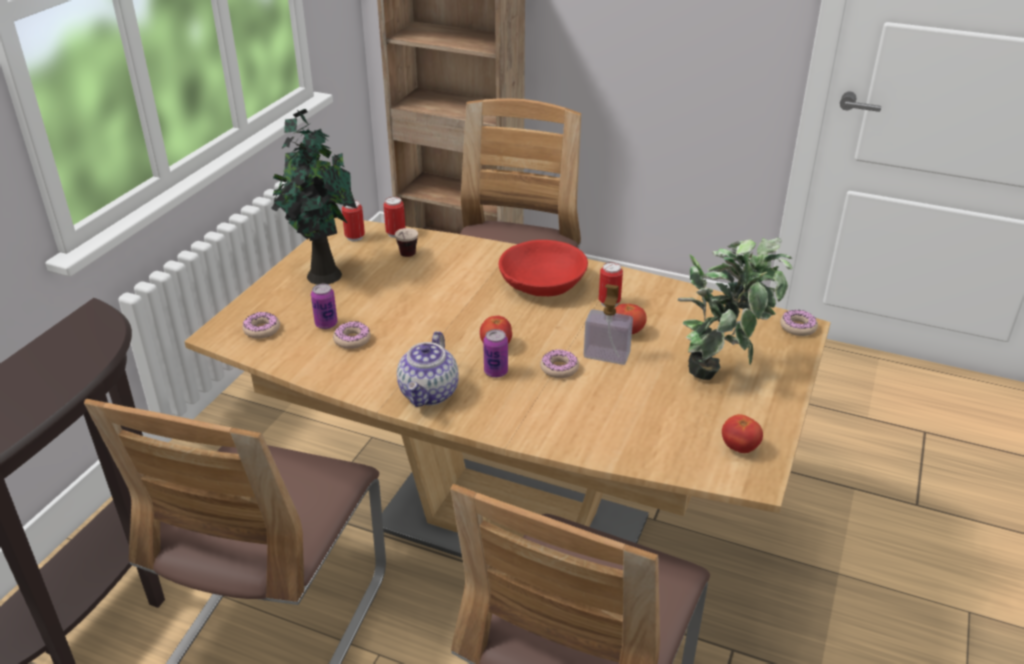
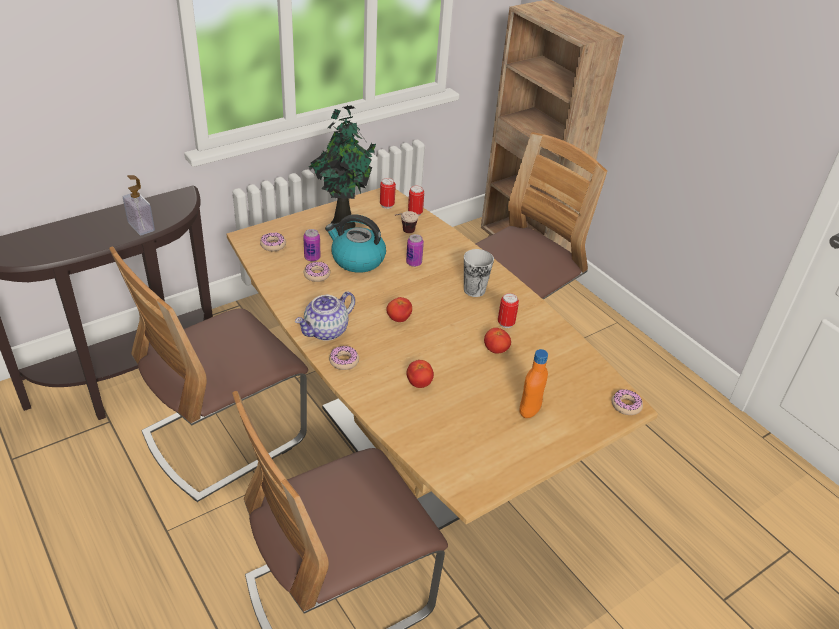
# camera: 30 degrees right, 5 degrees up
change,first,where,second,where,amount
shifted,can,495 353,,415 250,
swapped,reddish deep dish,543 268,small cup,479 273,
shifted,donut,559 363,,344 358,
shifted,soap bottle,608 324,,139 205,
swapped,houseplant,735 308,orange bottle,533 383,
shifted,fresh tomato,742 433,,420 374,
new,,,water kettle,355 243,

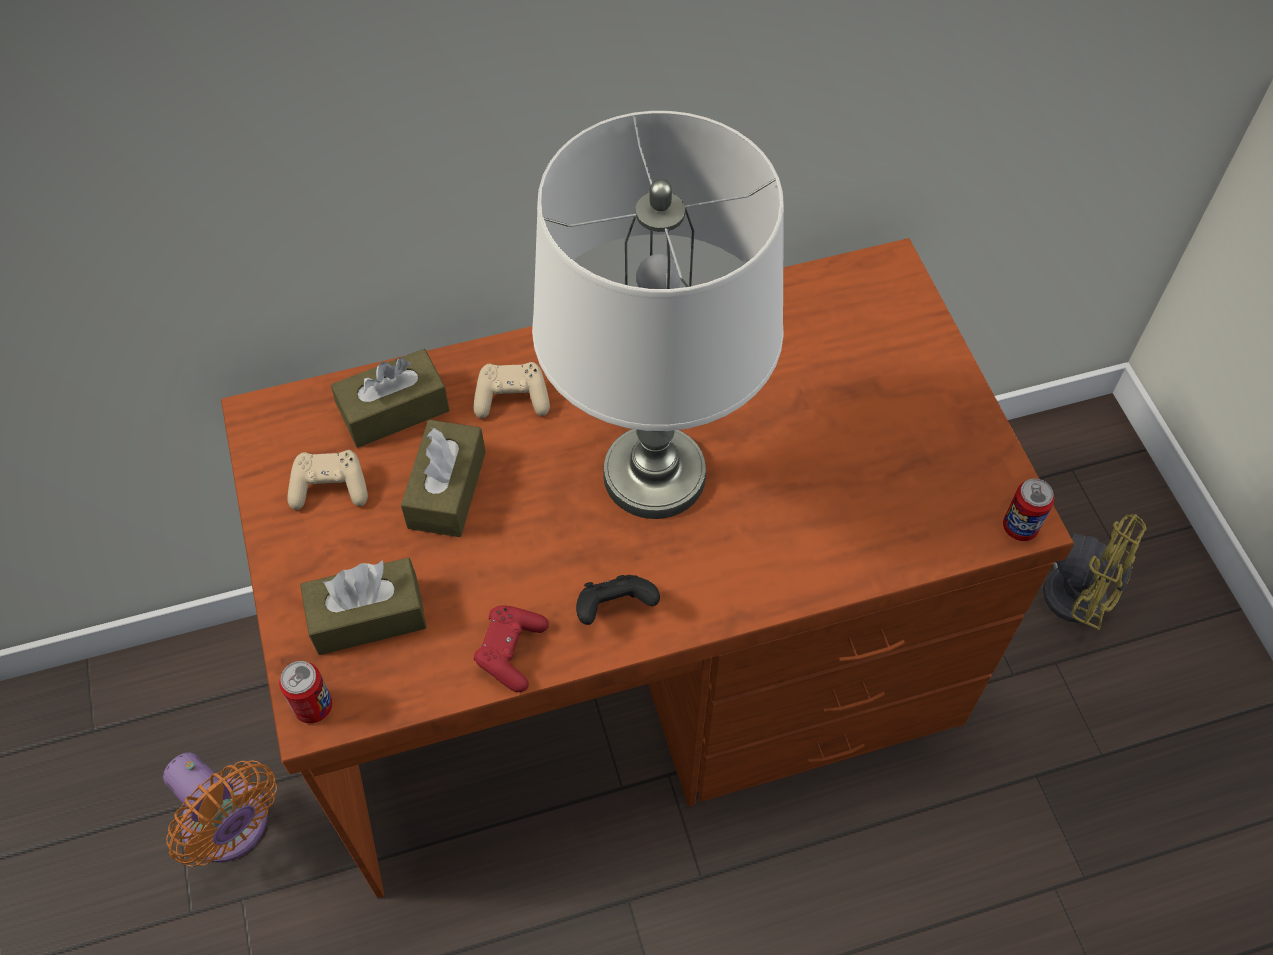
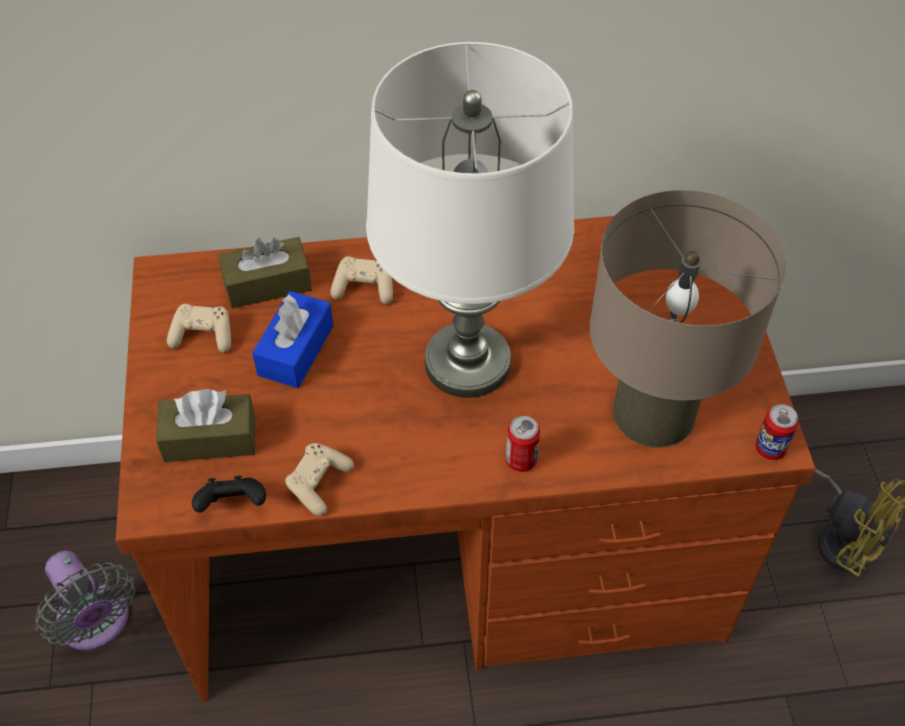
# camera: 10 degrees right, 5 degrees down
change,first,where,second,where,amount
repainted,orange electric fan,220 809,greyish electric fan,85 601,
shifted,can,306 692,,523 444,
repainted,brown box of tissues,443 478,blue box of tissues,292 339,
repainted,reddish joypad,511 649,beige joypad,319 479,
shifted,blackish joypad,618 600,,229 494,
new,,,beige lamp for a table,688 319,

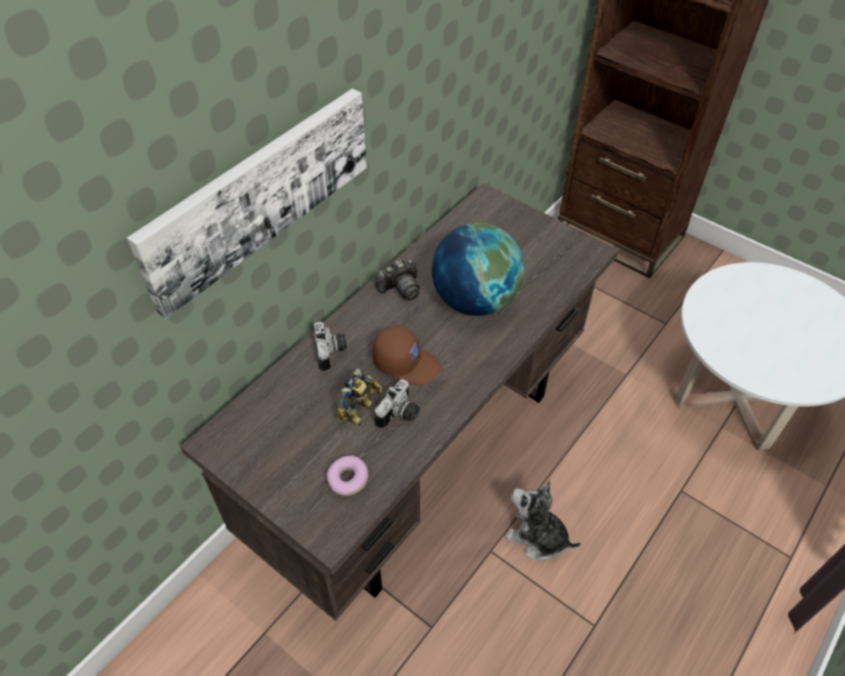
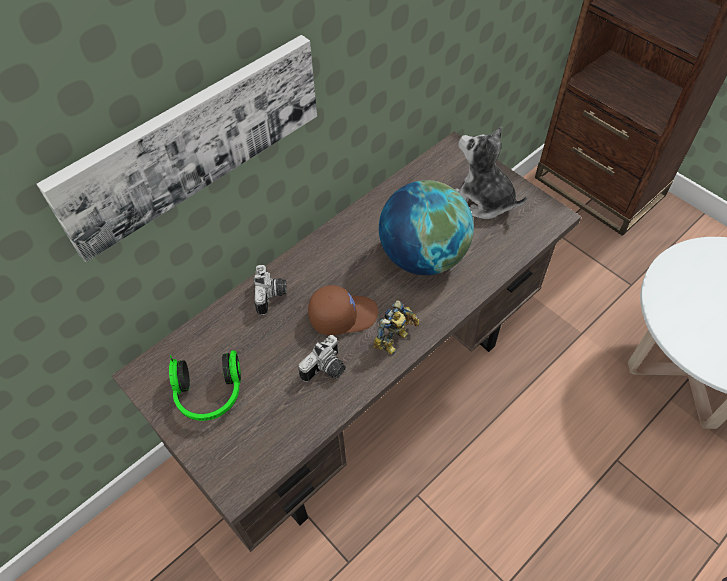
# camera: 10 degrees right, 5 degrees up
change,first,where,second,where,amount
gone,donut,347 476,,,
shifted,robot figure,359 397,,396 327,
rotated,brown baseball cap,407 355,,343 310,45 degrees counterclockwise
gone,still camera,397 280,,,
shifted,plush toy,543 520,,491 172,
new,,,headset,205 385,

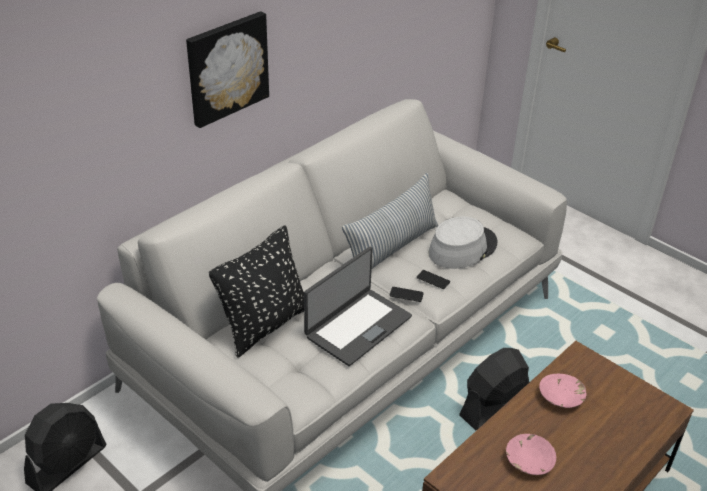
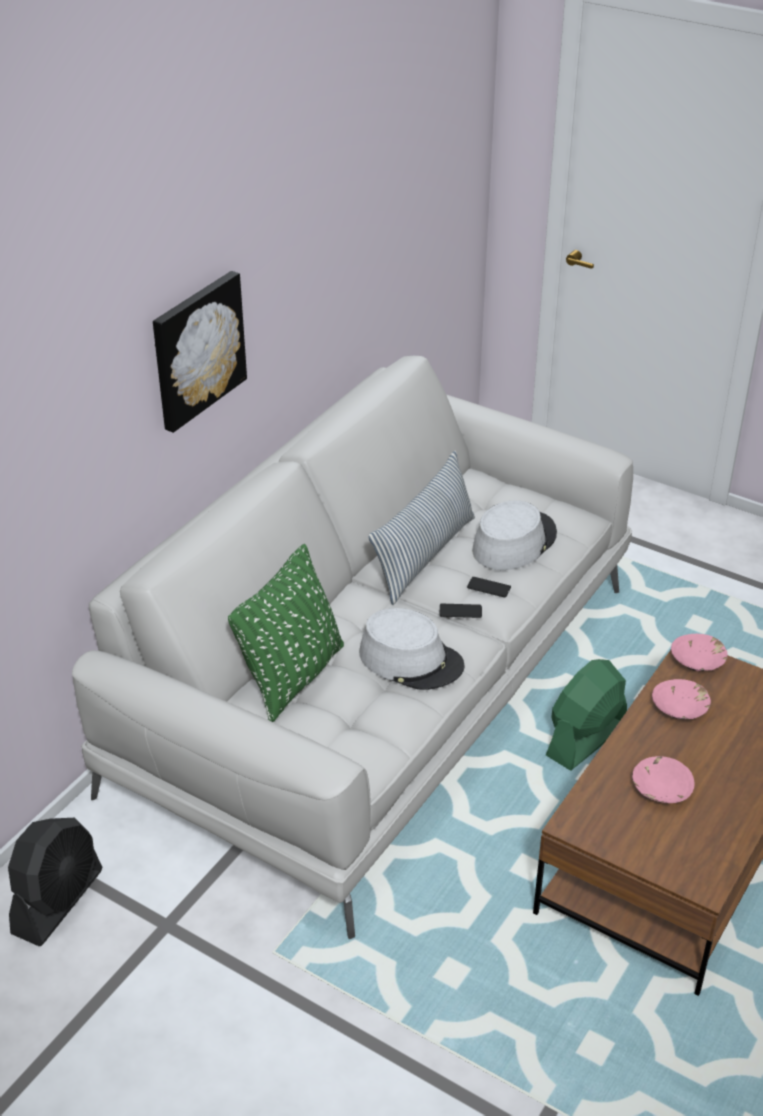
# camera: 10 degrees left, 0 degrees up
change,first,where,second,where,amount
repainted,blackish cushion,256 291,green cushion,286 633,
swapped,notebook computer,358 306,greyish clothing hat,412 649,
repainted,blackish electric fan,494 389,green electric fan,586 715,
new,,,pinkish deep dish,699 652,

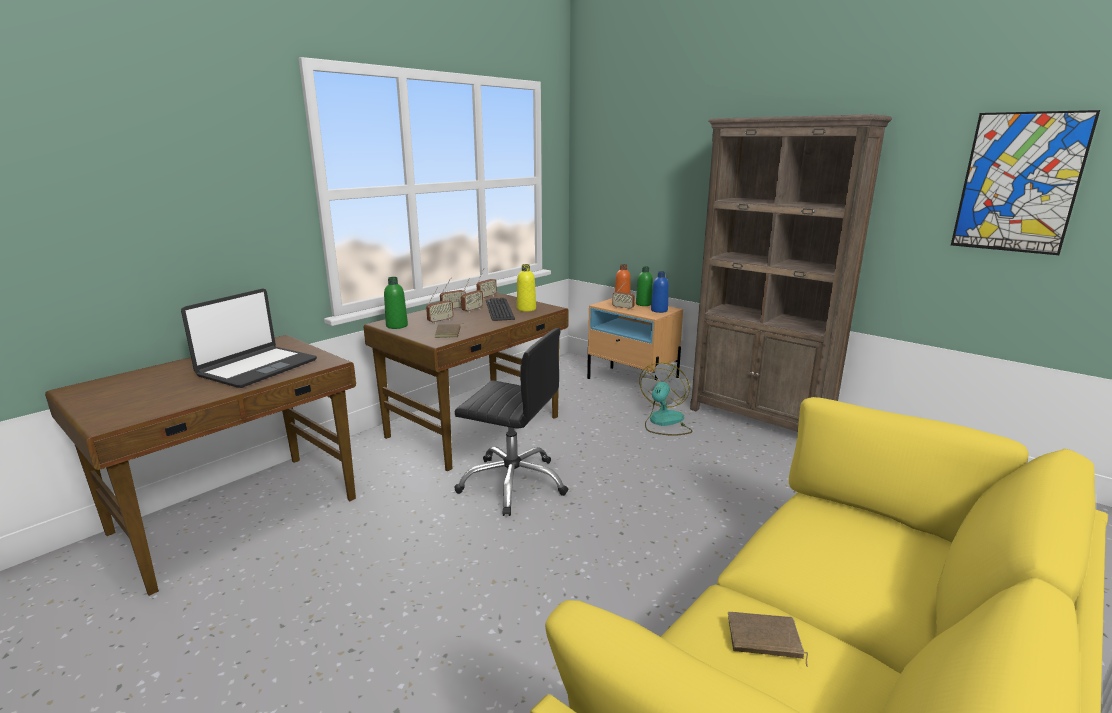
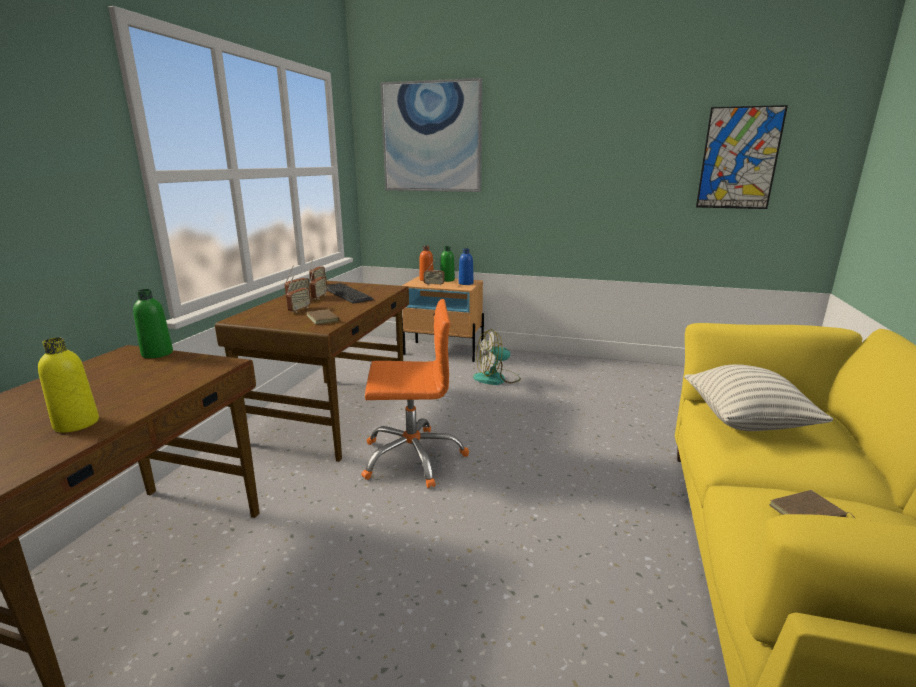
# camera: 25 degrees left, 0 degrees up
change,first,where,second,where,amount
gone,notebook computer,249 338,,,
shifted,green bottle,396 303,,153 323,
repainted,blackish computer chair,511 422,orange computer chair,415 393,
shifted,yellowish bottle,526 288,,68 385,
rotated,electric fan,665 399,,497 357,105 degrees counterclockwise
gone,brown bookcase,791 273,,,
new,,,picture,431 135,
new,,,cushion,758 397,

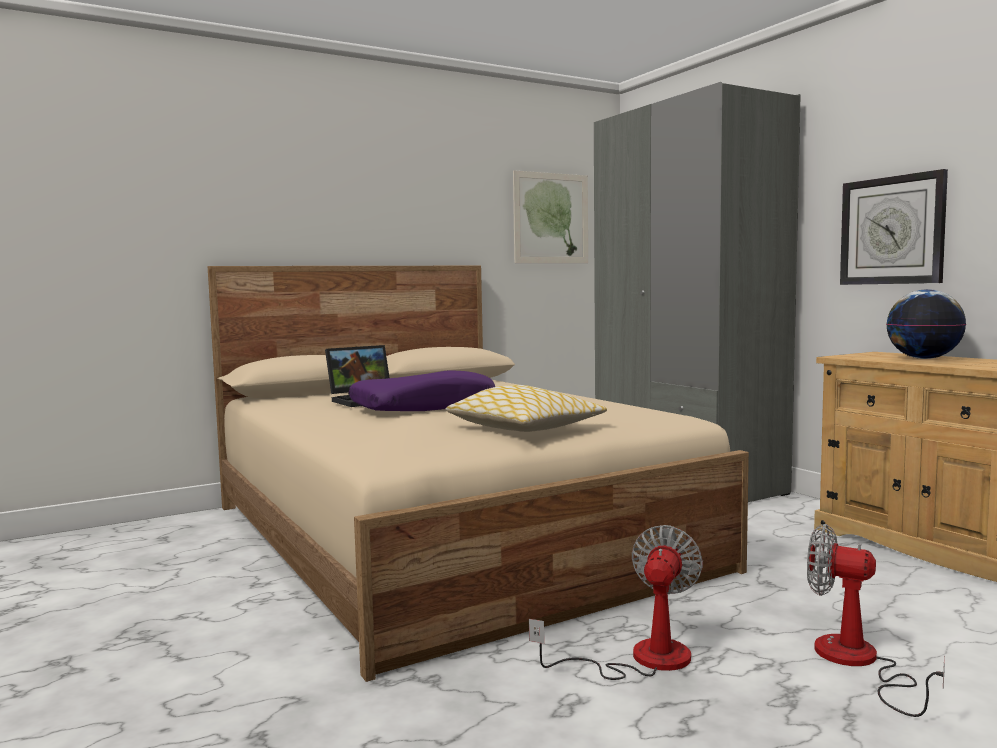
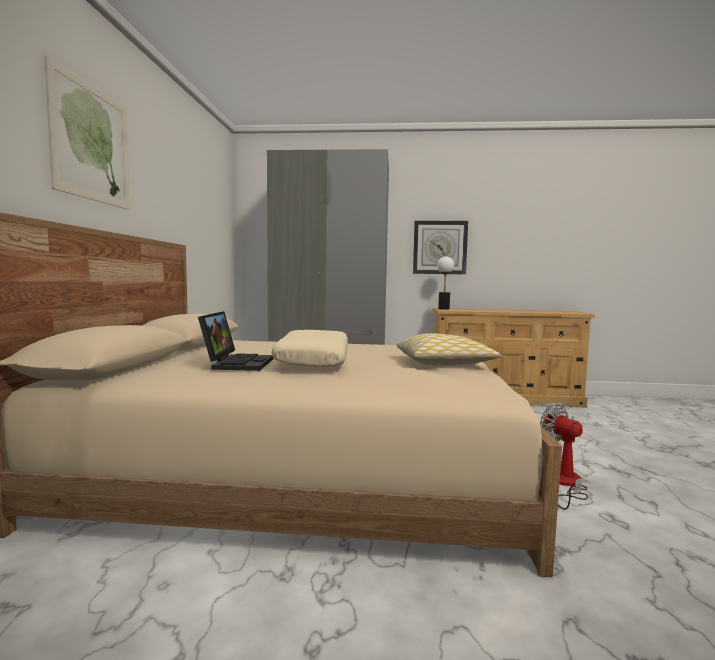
# camera: 55 degrees left, 0 degrees up
change,first,where,second,where,amount
repainted,purple cushion,422 390,beige cushion,309 349,
shifted,picture,550 216,,87 132,
gone,electric fan,876 620,,,
gone,world globe,926 324,,,
new,,,lamp for a table,445 283,

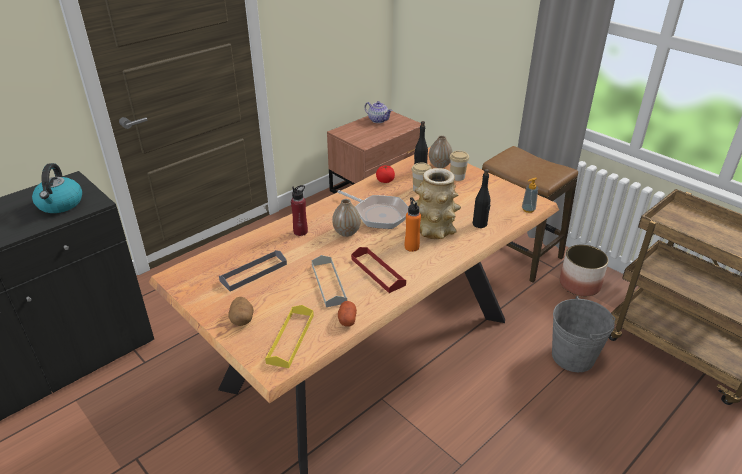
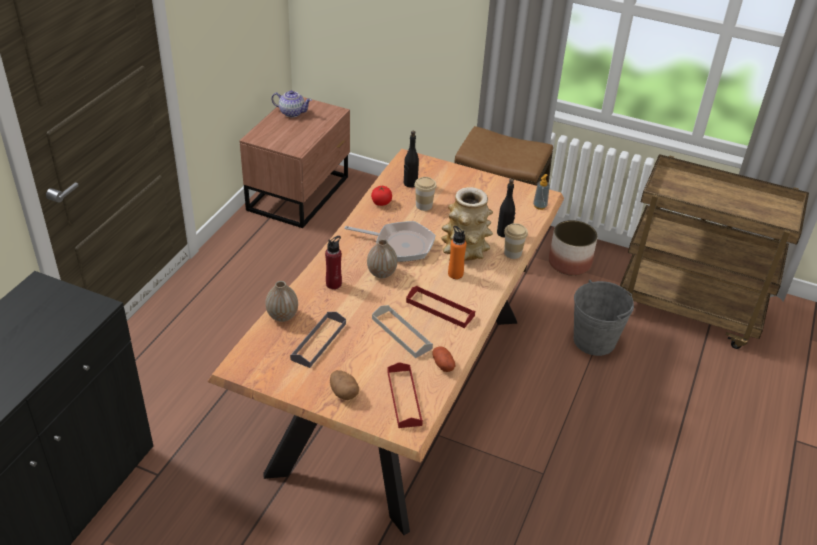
# camera: 25 degrees left, 5 degrees up
change,first,where,second,where,amount
gone,water kettle,57 188,,,
repainted,yellowish serving tray,289 336,reddish serving tray,405 395,
shifted,flower vase,441 151,,282 301,
shifted,small cup,459 166,,516 241,

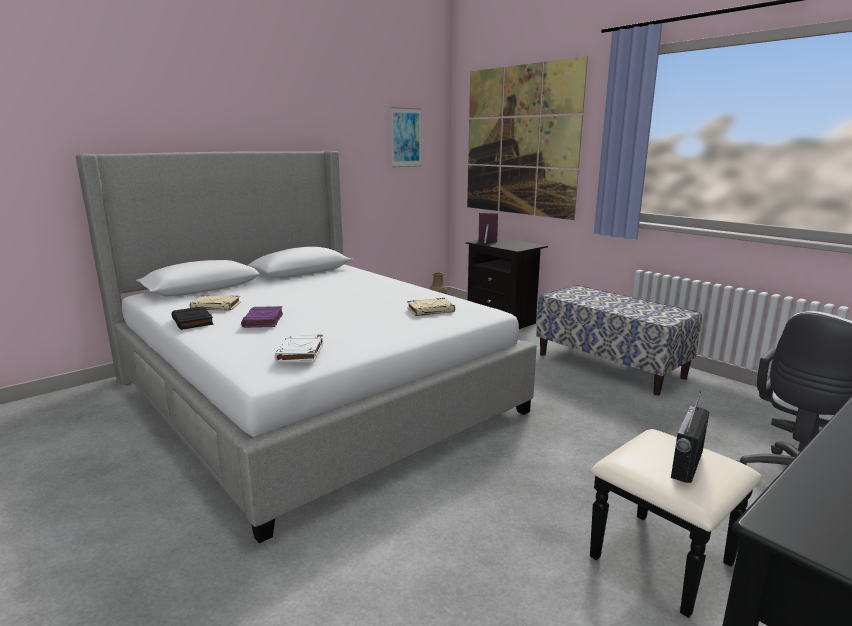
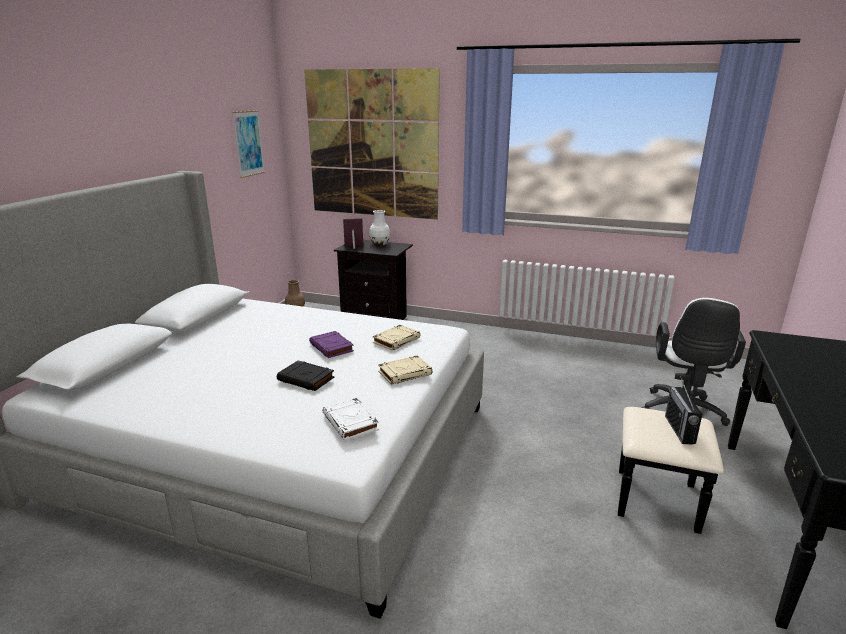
# camera: 30 degrees left, 5 degrees up
change,first,where,second,where,amount
shifted,blackish volume,192 318,,305 375,
shifted,beige volume,215 303,,405 370,
shifted,purple volume,262 317,,331 344,
gone,indoor bench,619 340,,,
new,,,white-coloured flower vase,380 228,

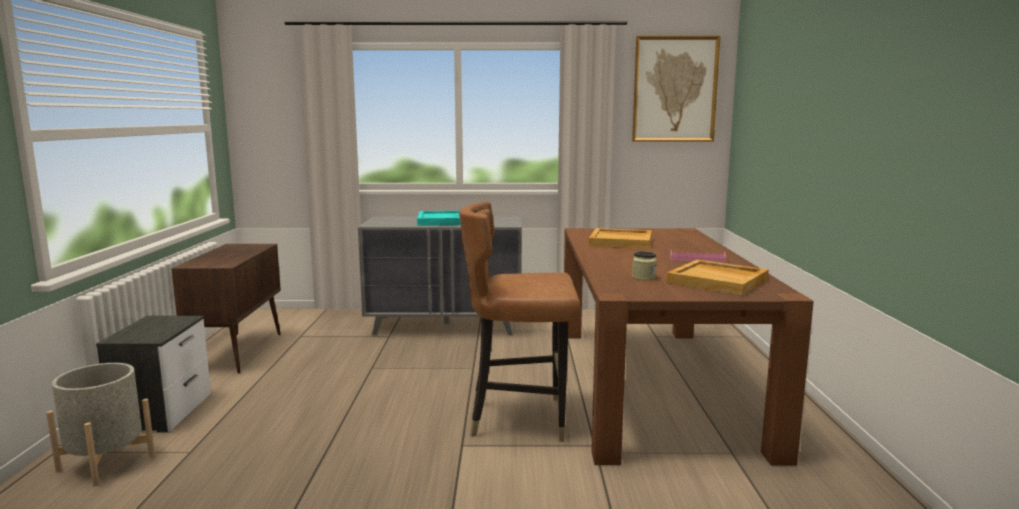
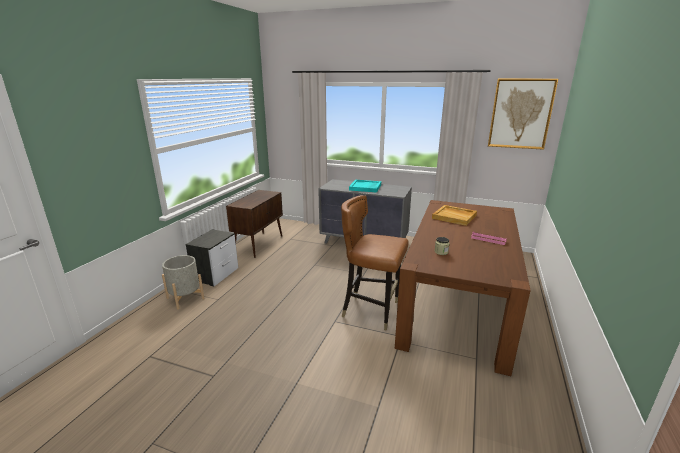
# camera: 20 degrees right, 10 degrees up
change,first,where,second,where,amount
gone,beige serving tray,717 278,,,

